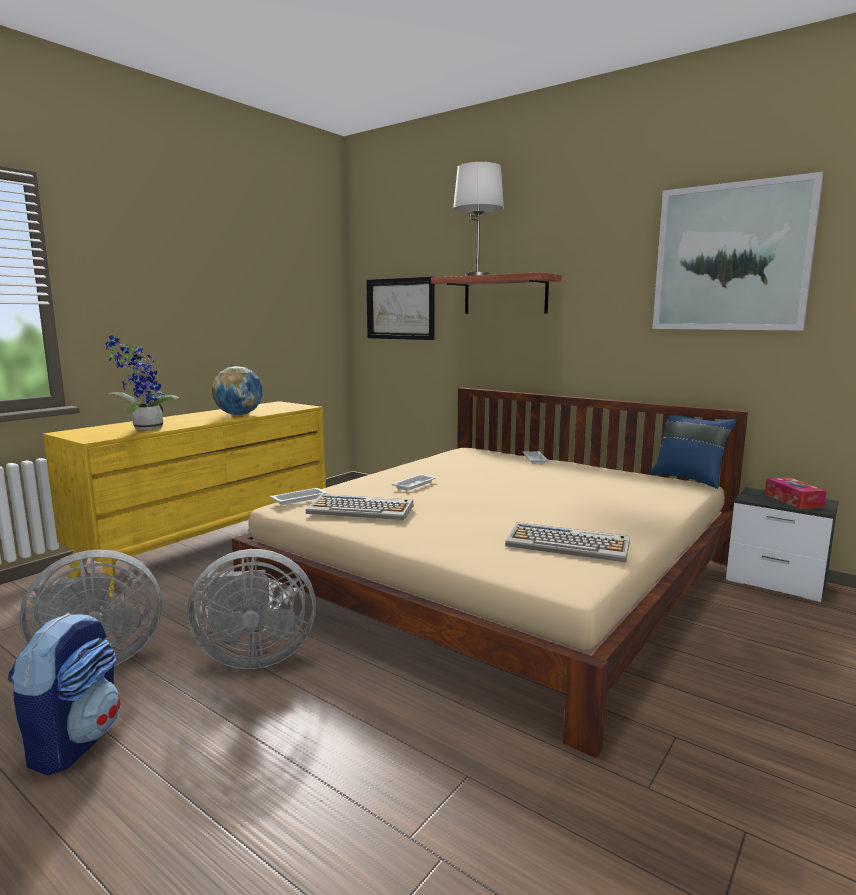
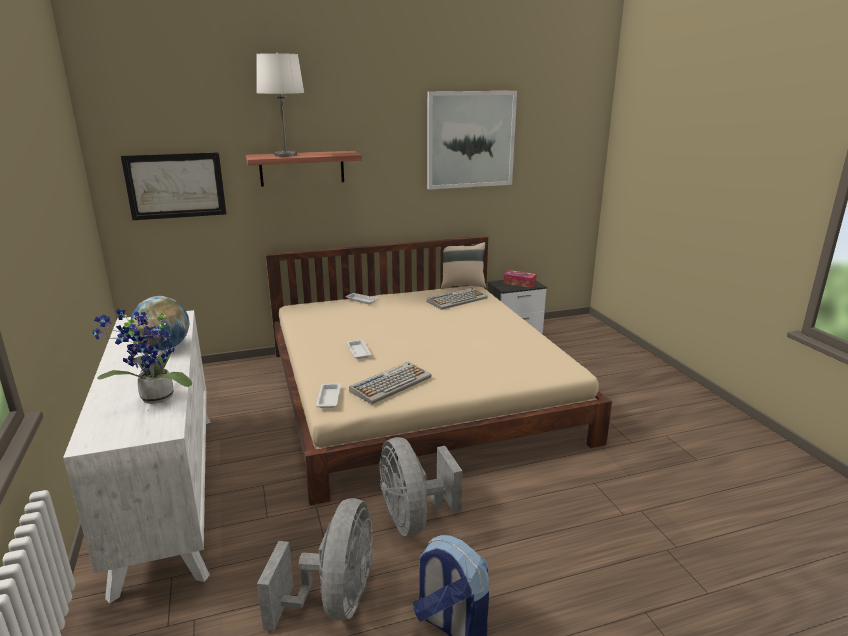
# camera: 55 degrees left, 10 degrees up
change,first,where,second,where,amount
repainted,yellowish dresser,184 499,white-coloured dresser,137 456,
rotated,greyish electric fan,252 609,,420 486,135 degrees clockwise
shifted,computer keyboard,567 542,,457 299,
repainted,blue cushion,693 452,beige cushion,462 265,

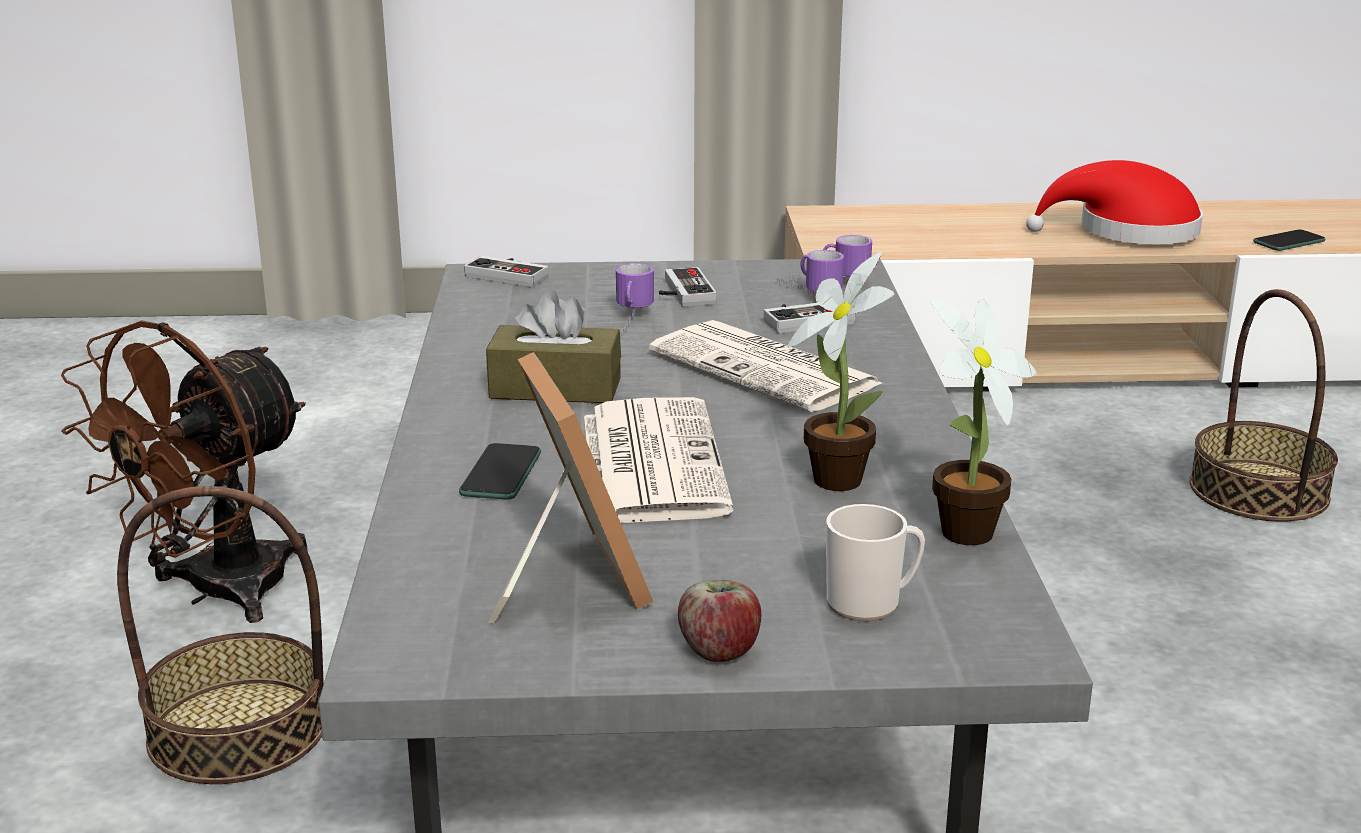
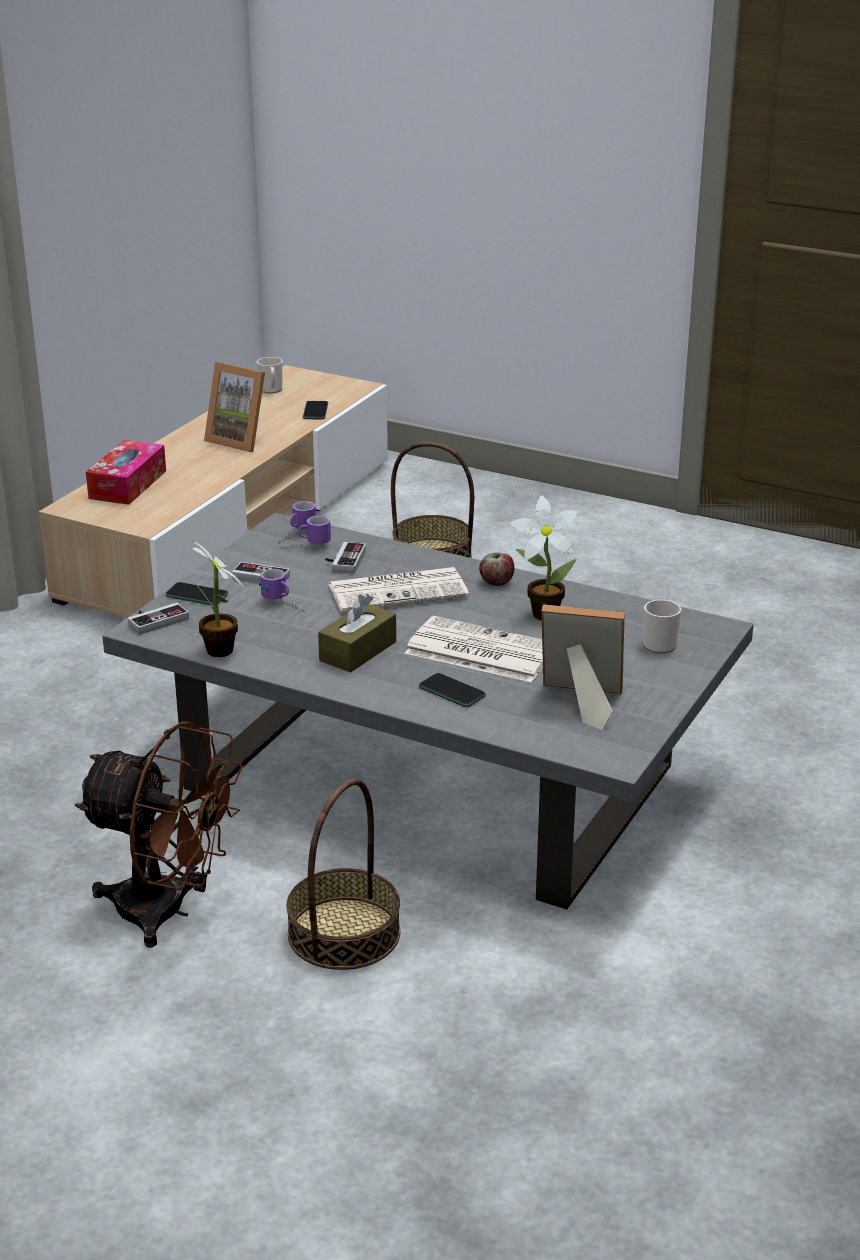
# camera: 60 degrees left, 5 degrees up
change,first,where,second,where,amount
rotated,brown electric fan,184 471,,158 835,45 degrees counterclockwise
shifted,whole apple,719 621,,496 569,
shifted,houseplant,983 422,,218 598,
swapped,reddish clothing hat,1114 202,picture frame,234 407,
new,,,box of tissues,126 472,
new,,,phone,196 594,
new,,,tea mug,270 375,

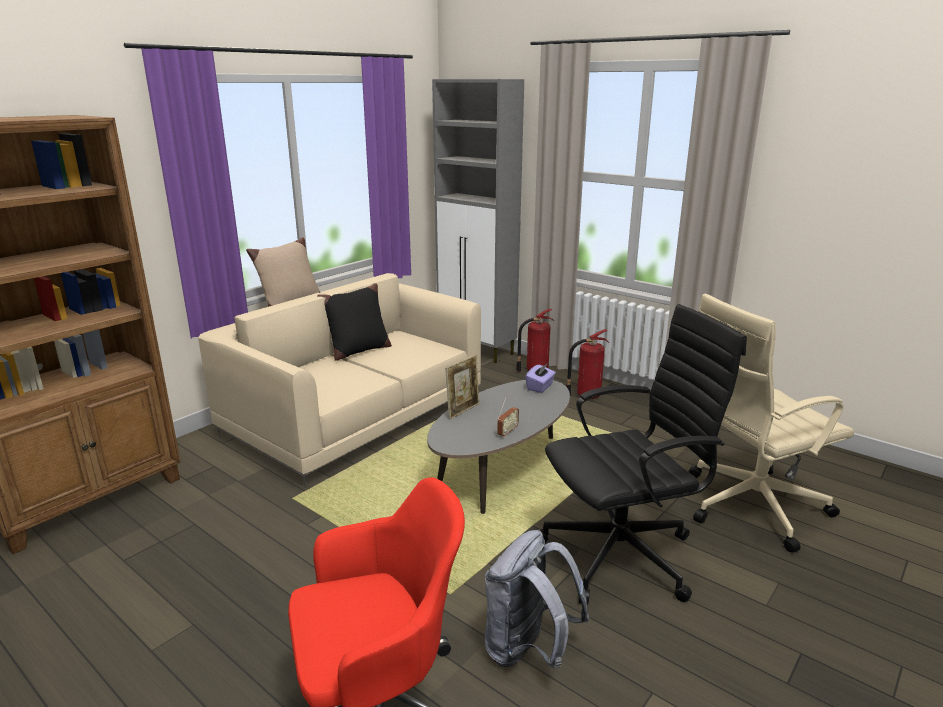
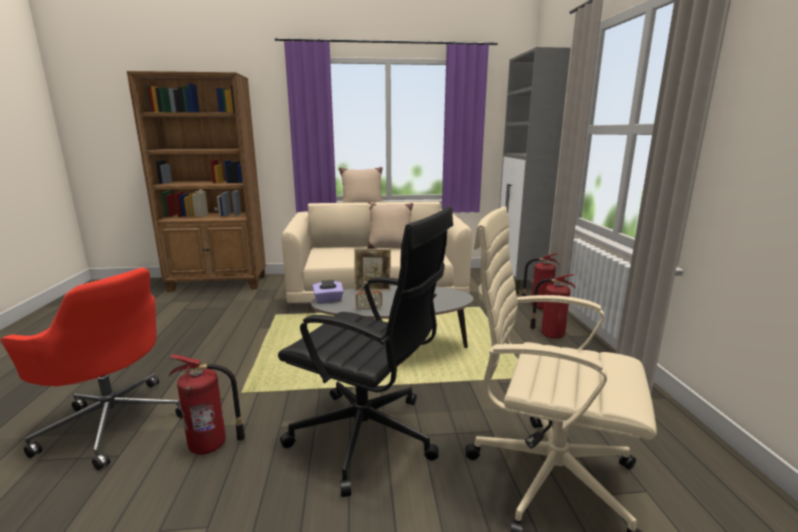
# camera: 45 degrees right, 5 degrees down
change,first,where,second,where,amount
repainted,blackish cushion,354 322,beige cushion,390 225,
swapped,greyish backpack,537 599,fire extinguisher,207 405,
shifted,purple box of tissues,540 378,,328 291,

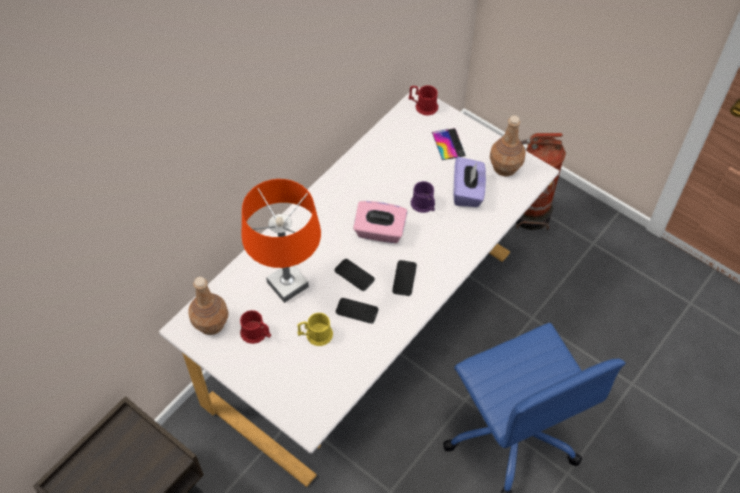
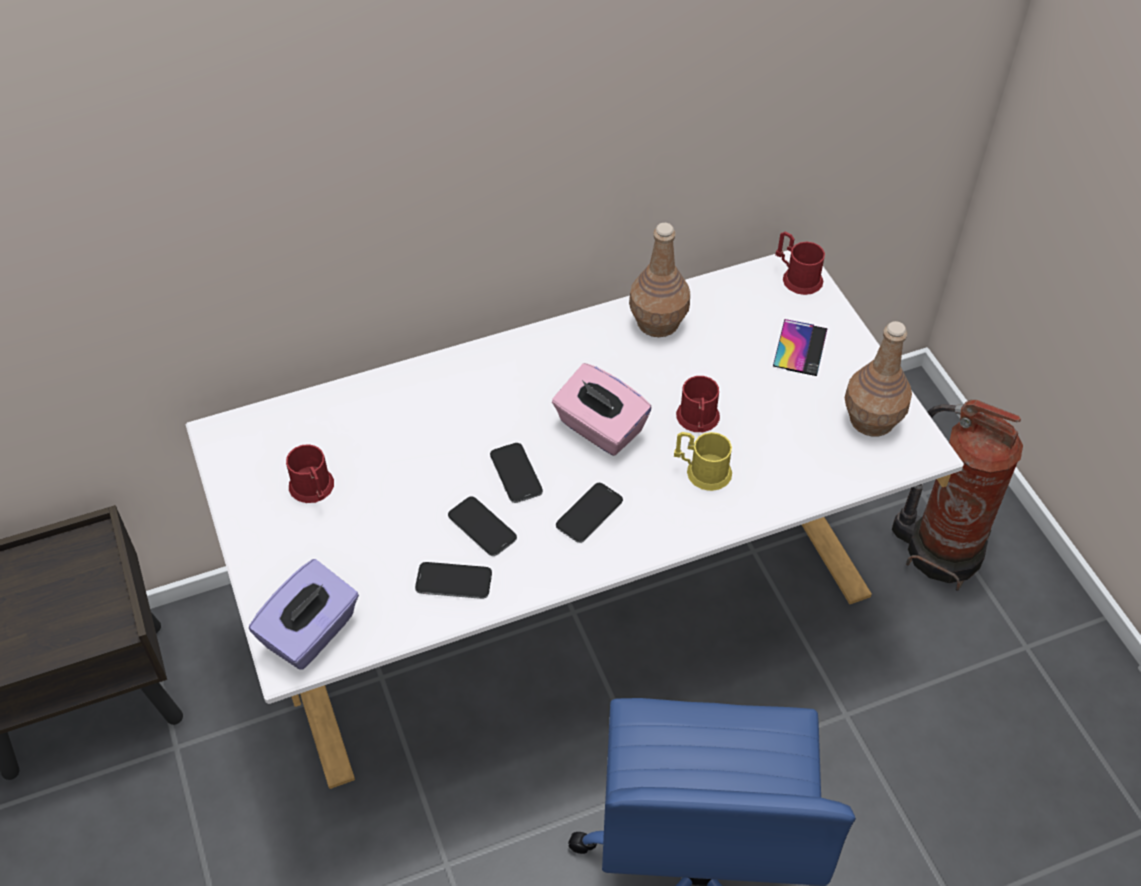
# camera: 30 degrees right, 5 degrees down
change,first,where,second,where,amount
shifted,brown bottle,208 306,,659 280,
gone,orange lamp for a table,281 241,,,
shifted,yellowish tea mug,315 329,,703 461,
repainted,purple tea mug,423 197,reddish tea mug,698 404,
shifted,purple box of tissues,470 182,,304 614,
new,,,phone,453 580,

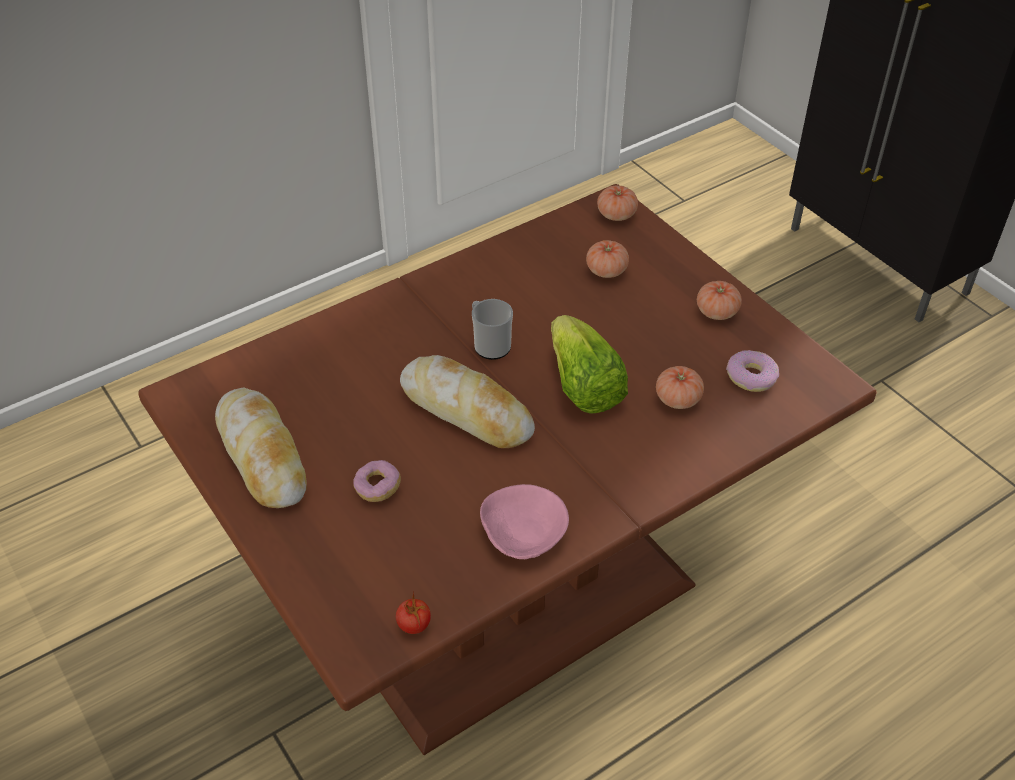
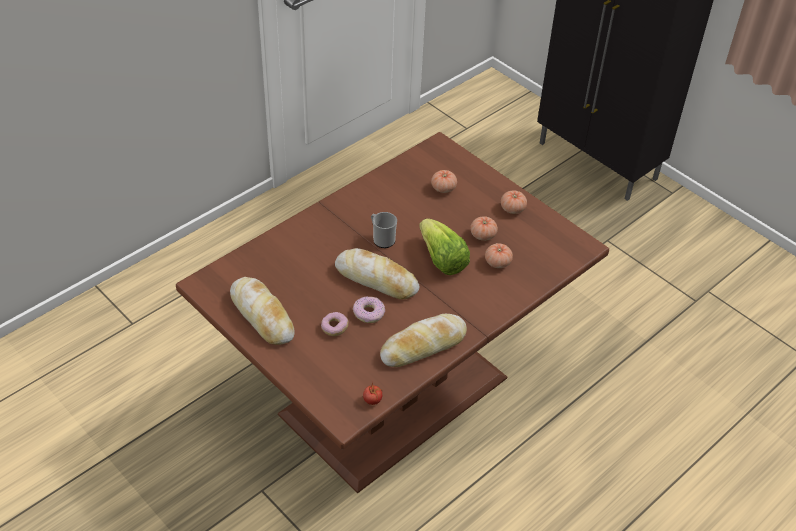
# camera: 10 degrees left, 0 degrees up
change,first,where,second,where,amount
swapped,pinkish deep dish,524 521,baked bread,423 340,
shifted,fresh tomato,617 203,,484 228,
shifted,donut,752 371,,369 310,

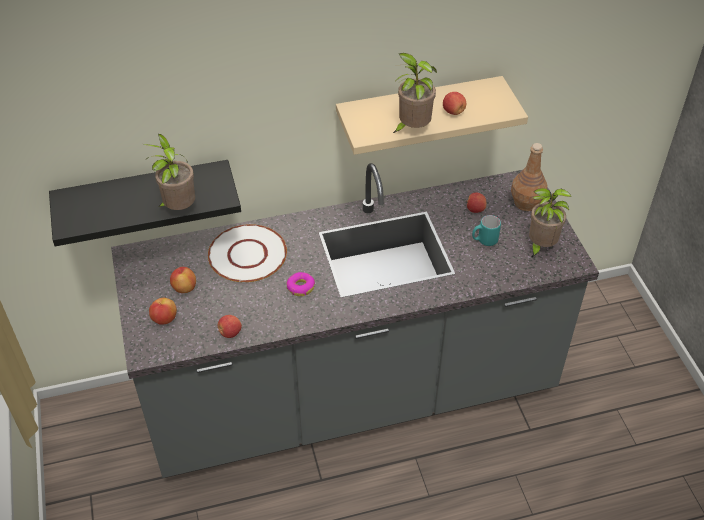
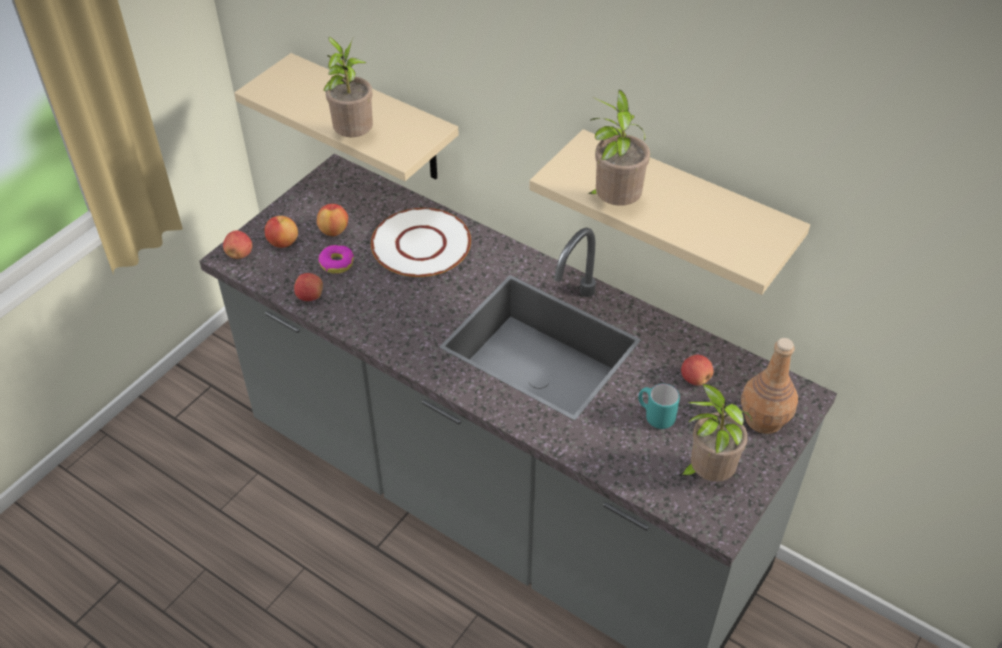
# camera: 50 degrees right, 0 degrees up
change,first,where,second,where,amount
repainted,blackish wall shelf,145 203,beige wall shelf,346 117,
shifted,donut,301 284,,336 259,
shifted,whole apple,454 103,,237 244,

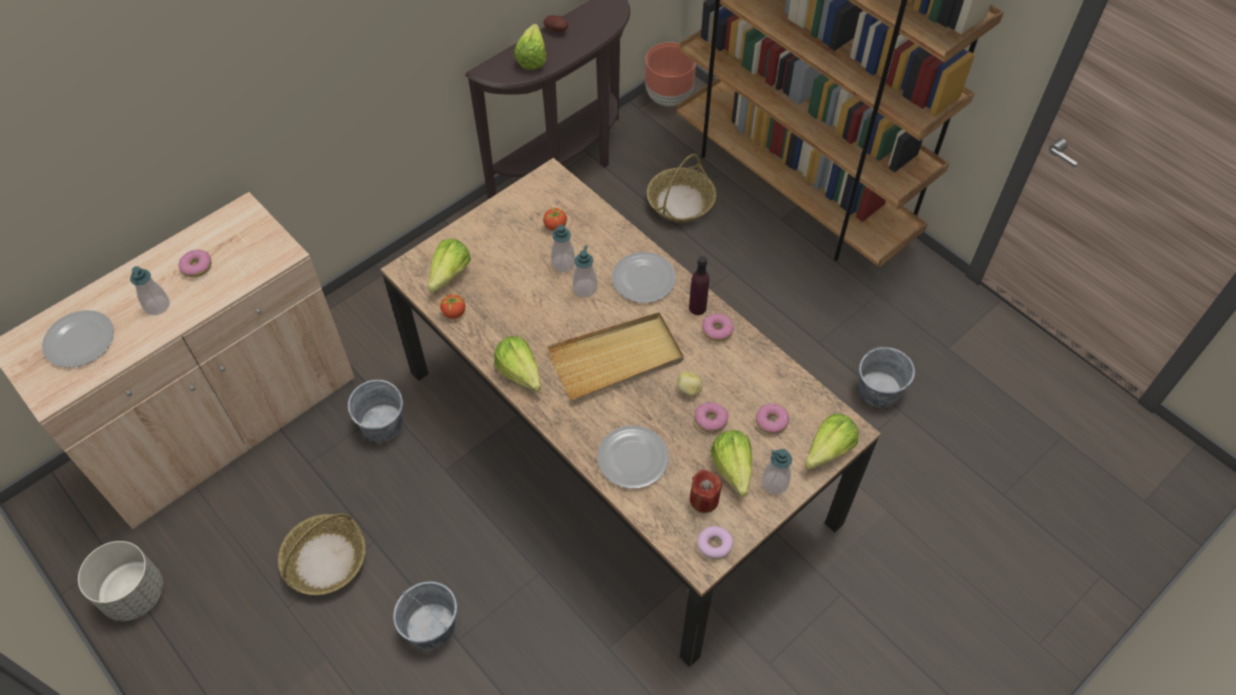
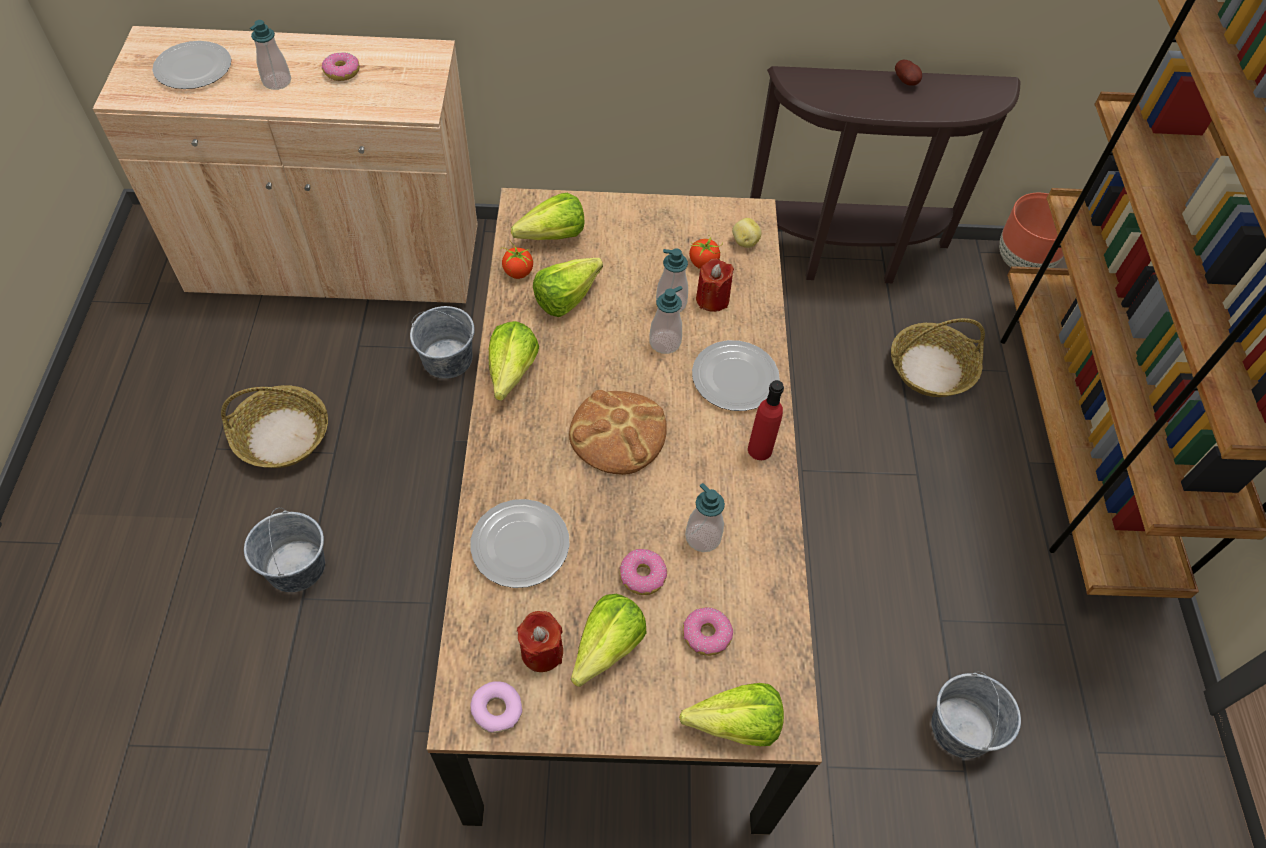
# camera: 40 degrees right, 0 degrees up
change,first,where,second,where,amount
gone,greyish flower pot,120 581,,,
shifted,head of lettuce,530 47,,568 287,
swapped,beige serving tray,615 356,baked bread,618 432,
shifted,potato,689 384,,746 233,
repainted,purple bottle,699 285,reddish bottle,766 420,
gone,donut,718 327,,,
shifted,soap bottle,777 471,,705 517,
new,,,reddish wax candle,715 285,

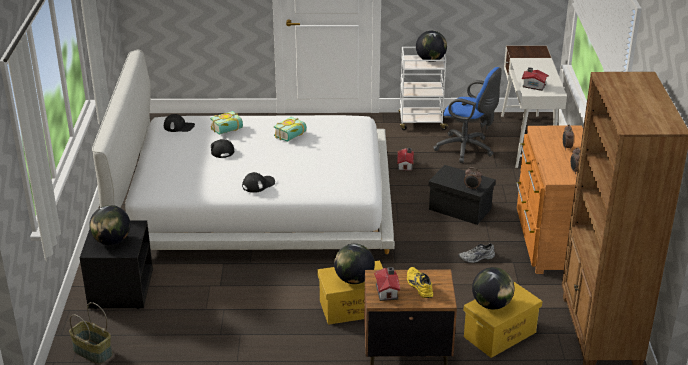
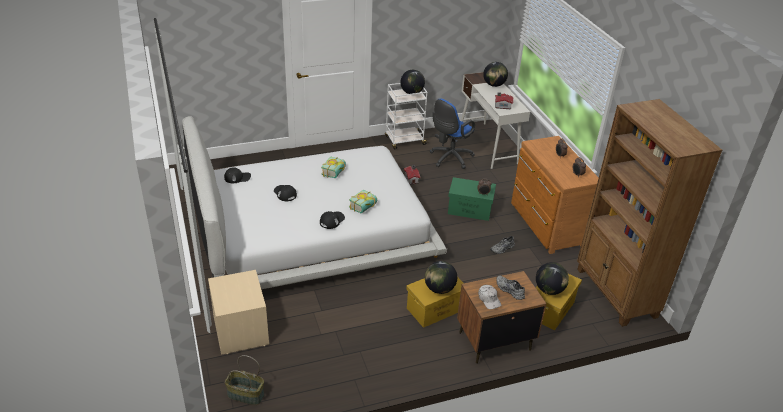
# camera: 20 degrees left, 5 degrees up
change,first,where,second,where,amount
repainted,blackish nightstand,116 265,beige nightstand,238 312,
shifted,world globe,109 225,,495 74,
shifted,volume,226 123,,363 201,
swapped,toy house,387 284,white-coloured baseball cap,489 297,
repainted,yellowish low shoe,420 282,greyish low shoe,510 287,
repainted,blackish storage box,462 195,green storage box,472 199,
rotated,blue computer chair,467 115,,452 134,120 degrees clockwise

